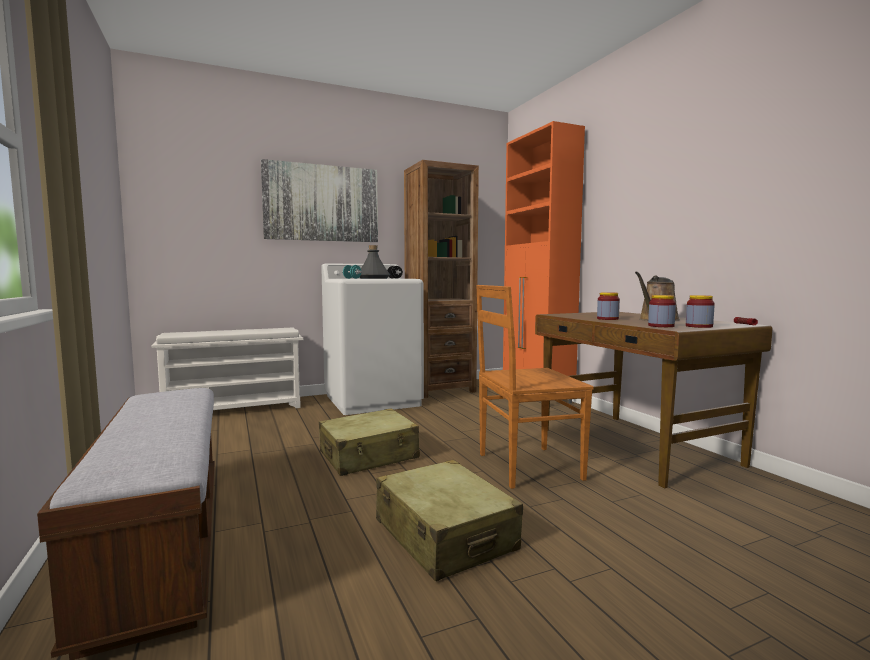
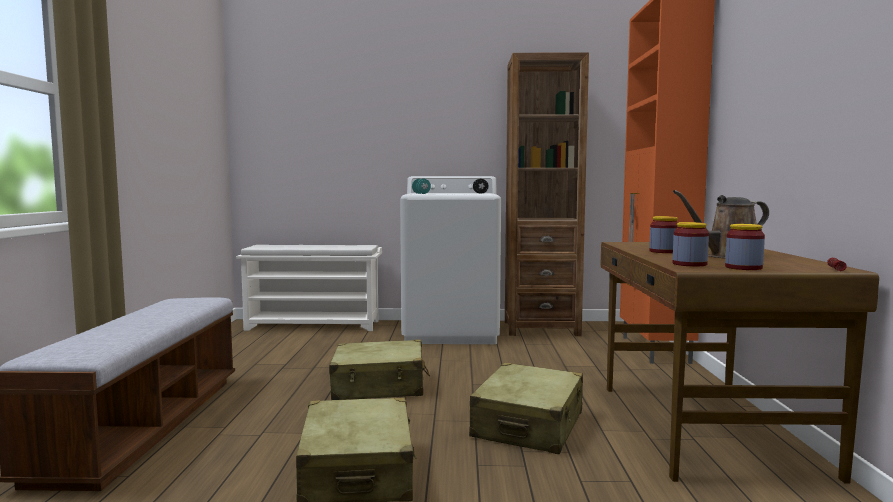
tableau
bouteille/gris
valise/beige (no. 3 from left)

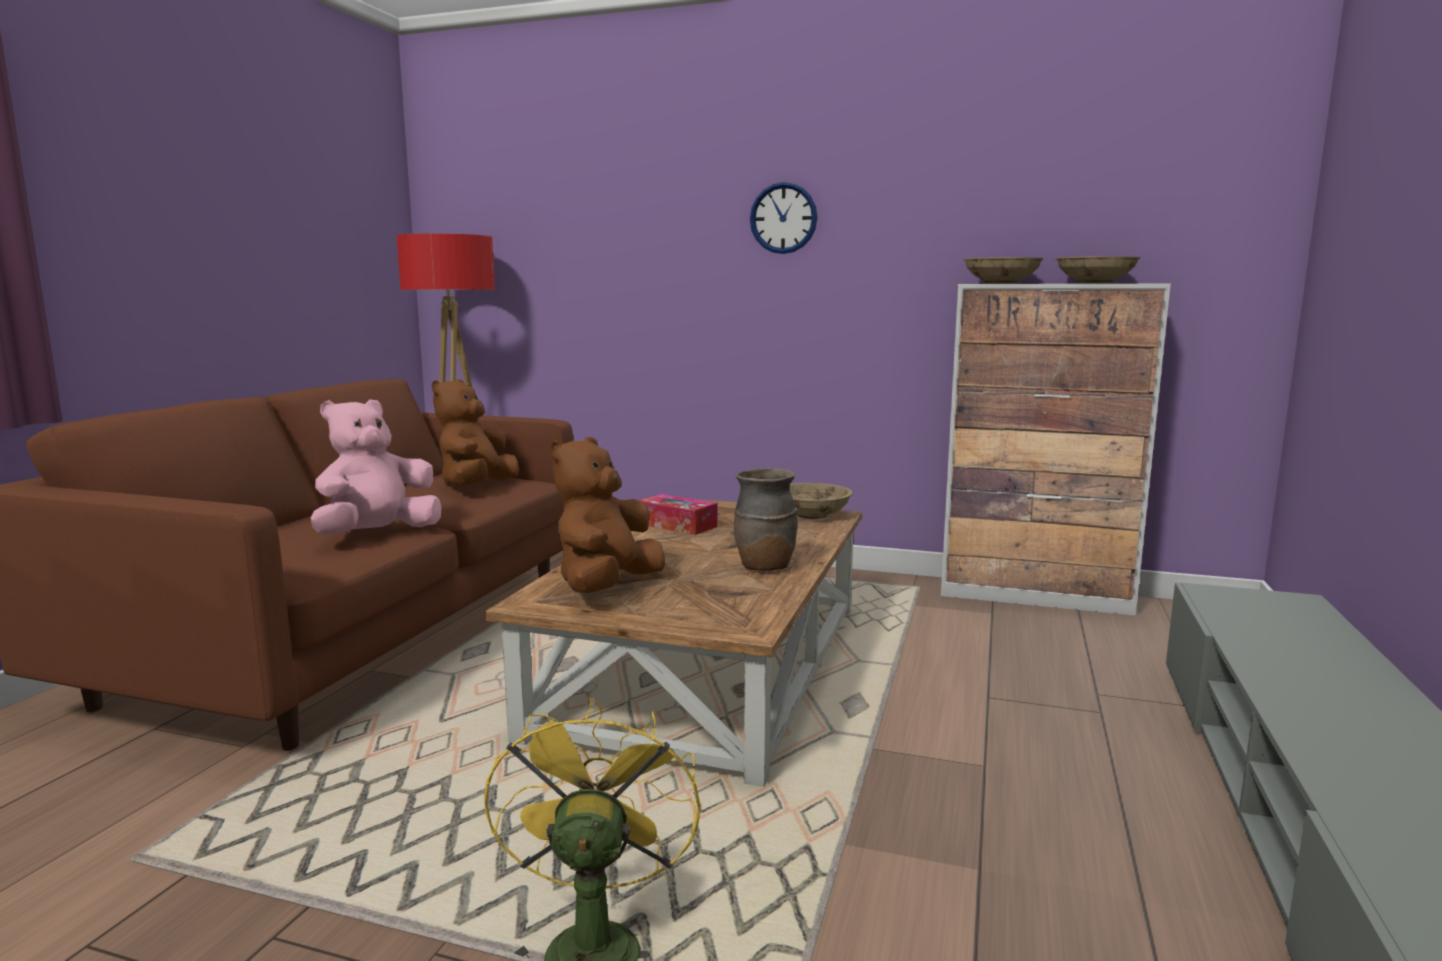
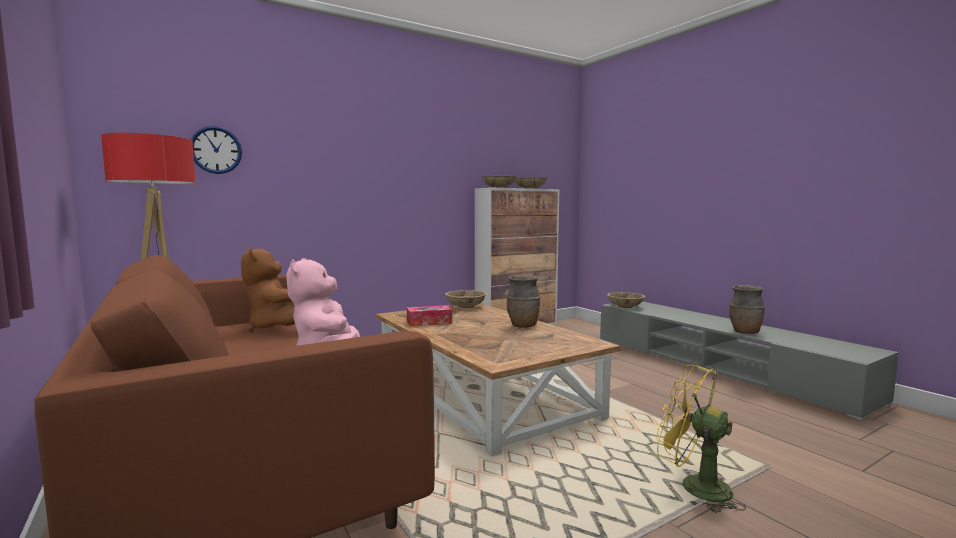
peluche/marron (no. 2 from left in the first image)
bol/beige (no. 4 from left)
vase/marron (no. 2 from left)
horloge murale

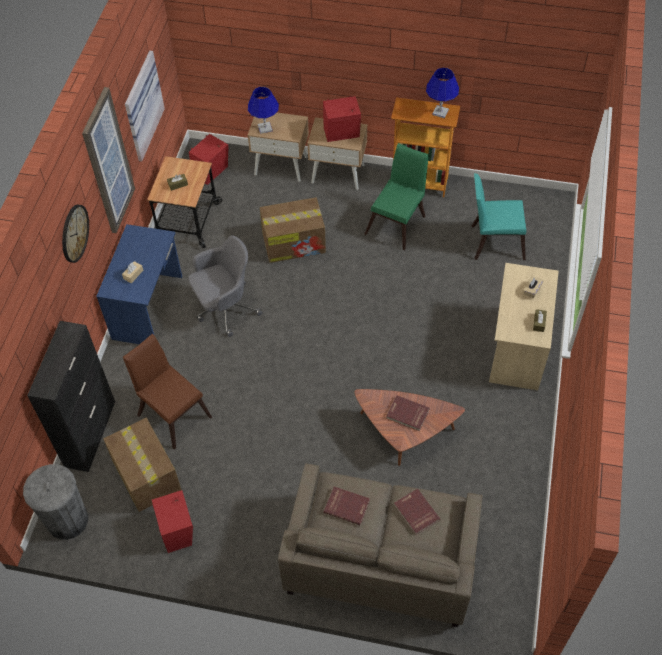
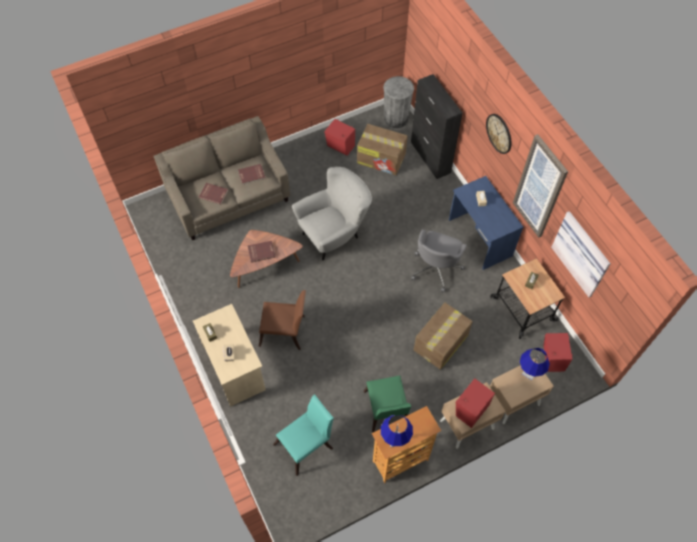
fauteuil/gris
chaise/marron

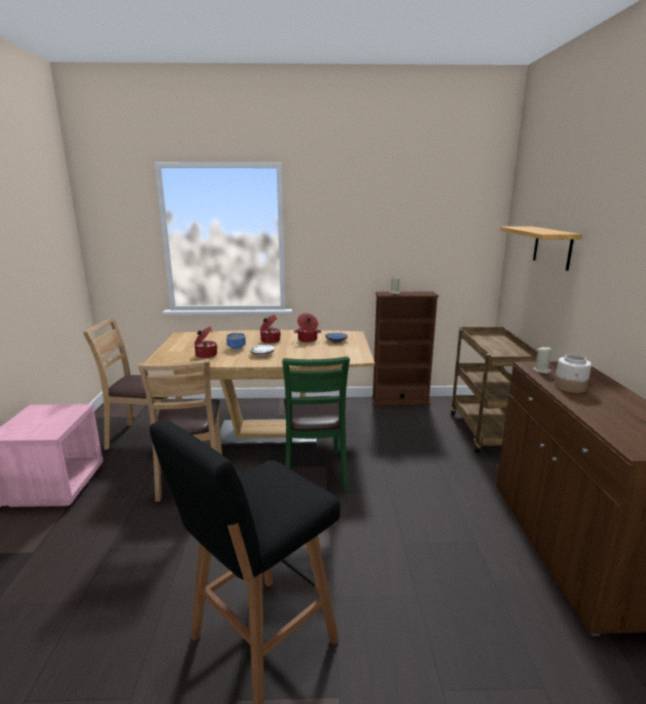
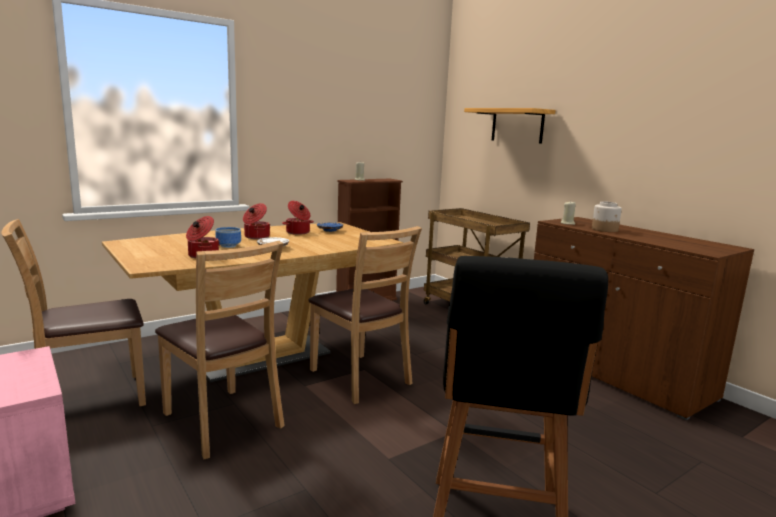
chaise/marron (no. 3 from left)

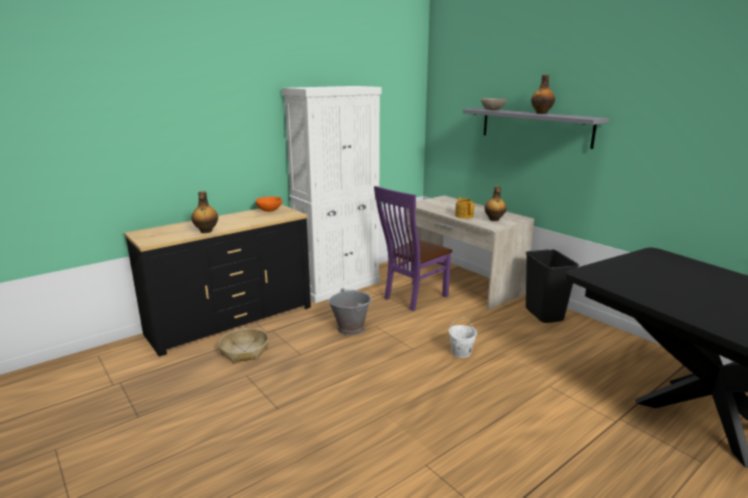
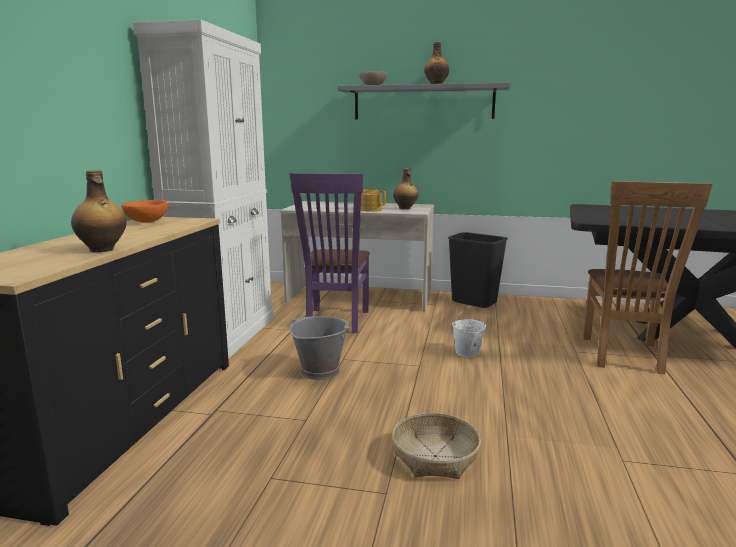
chaise/marron
panier

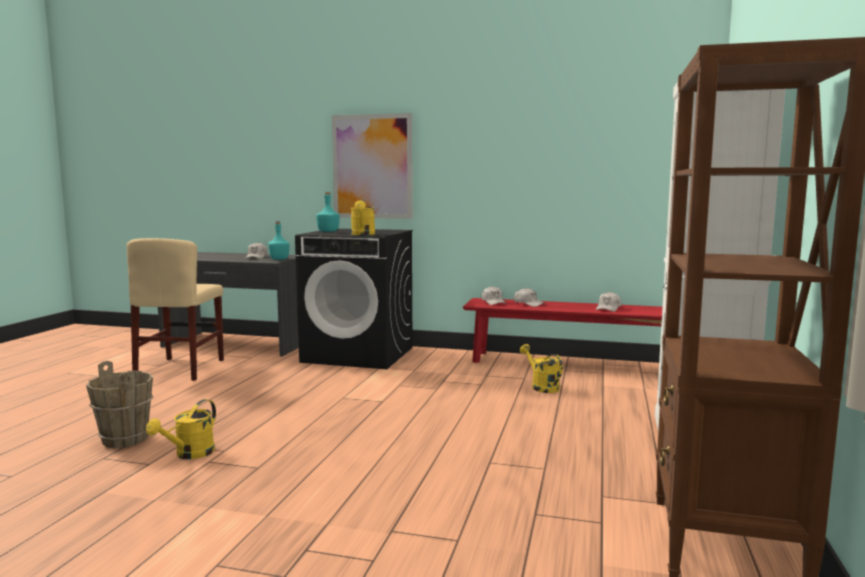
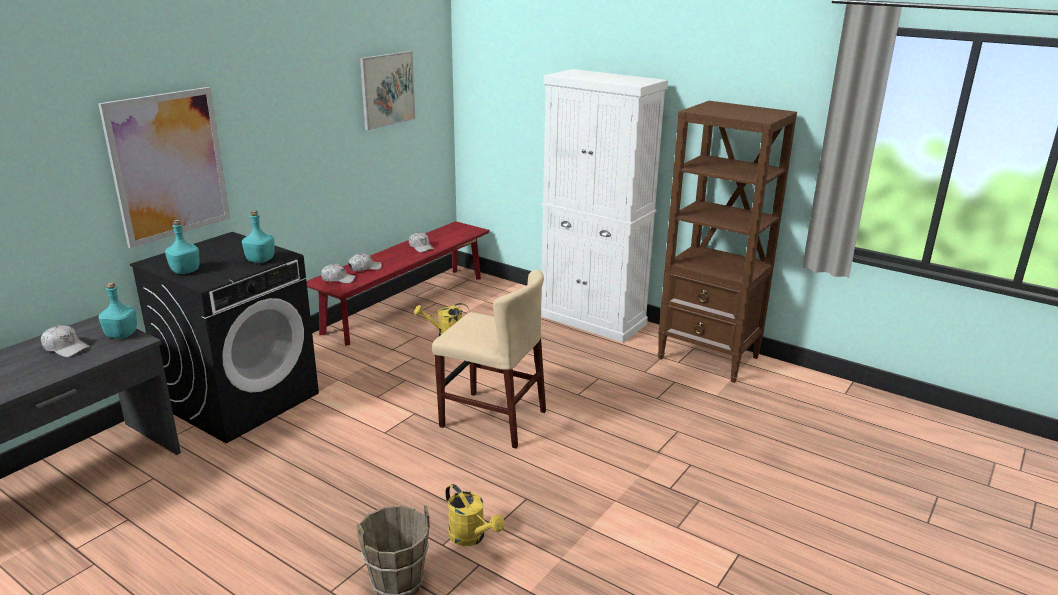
tableau (no. 2 from left)
chaise/beige
bouteille/turquoise (no. 3 from left)

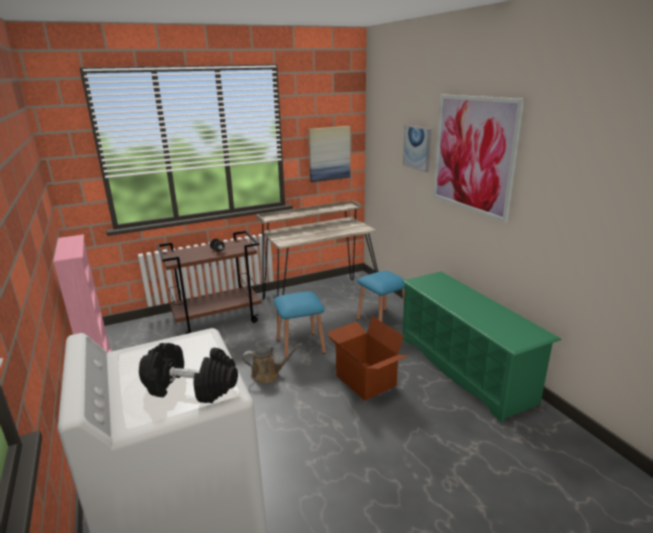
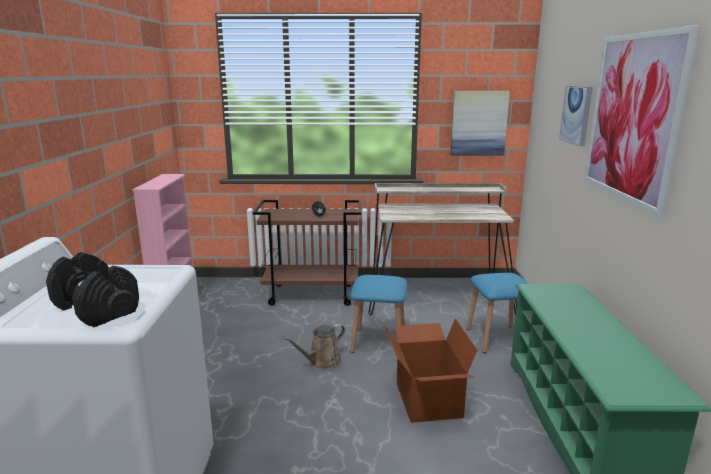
arrosoir/marron

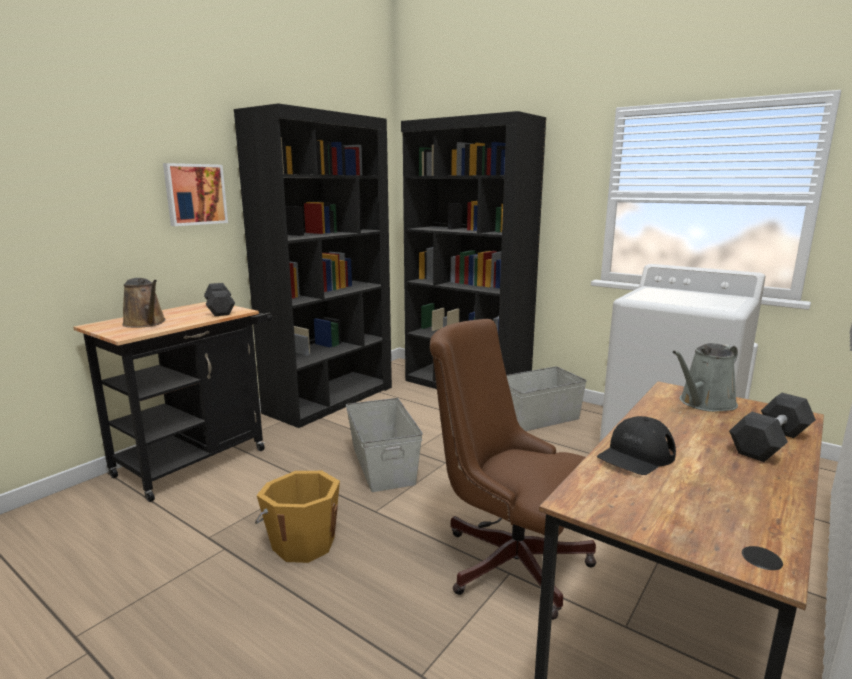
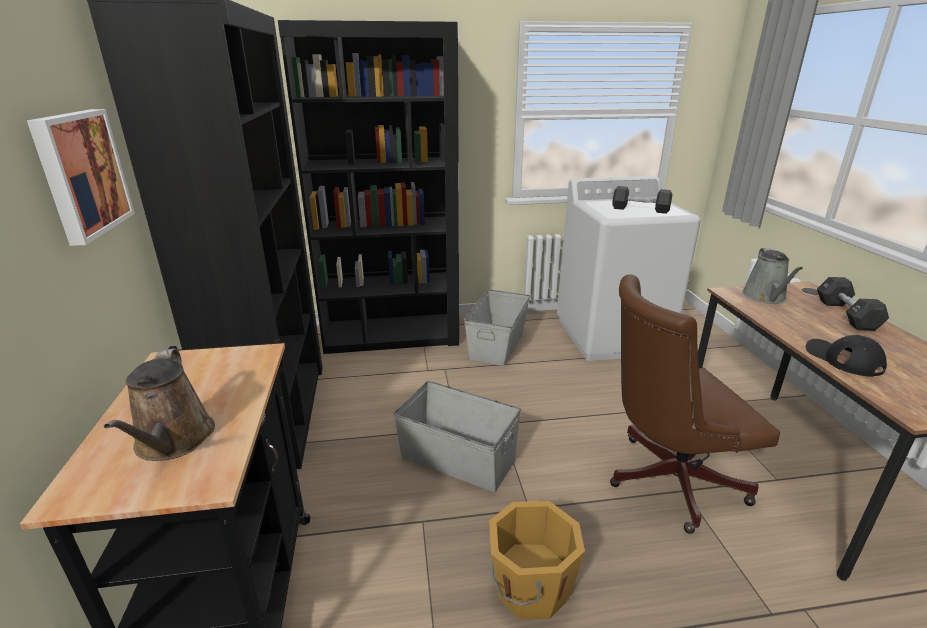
haltère/noir (no. 1 from left)
arrosoir/marron
casquette/noir

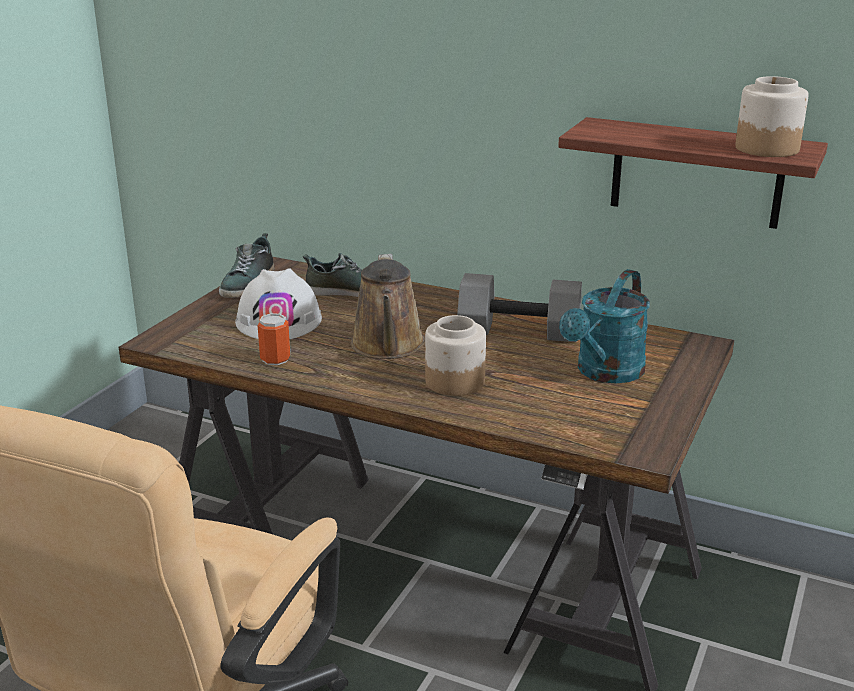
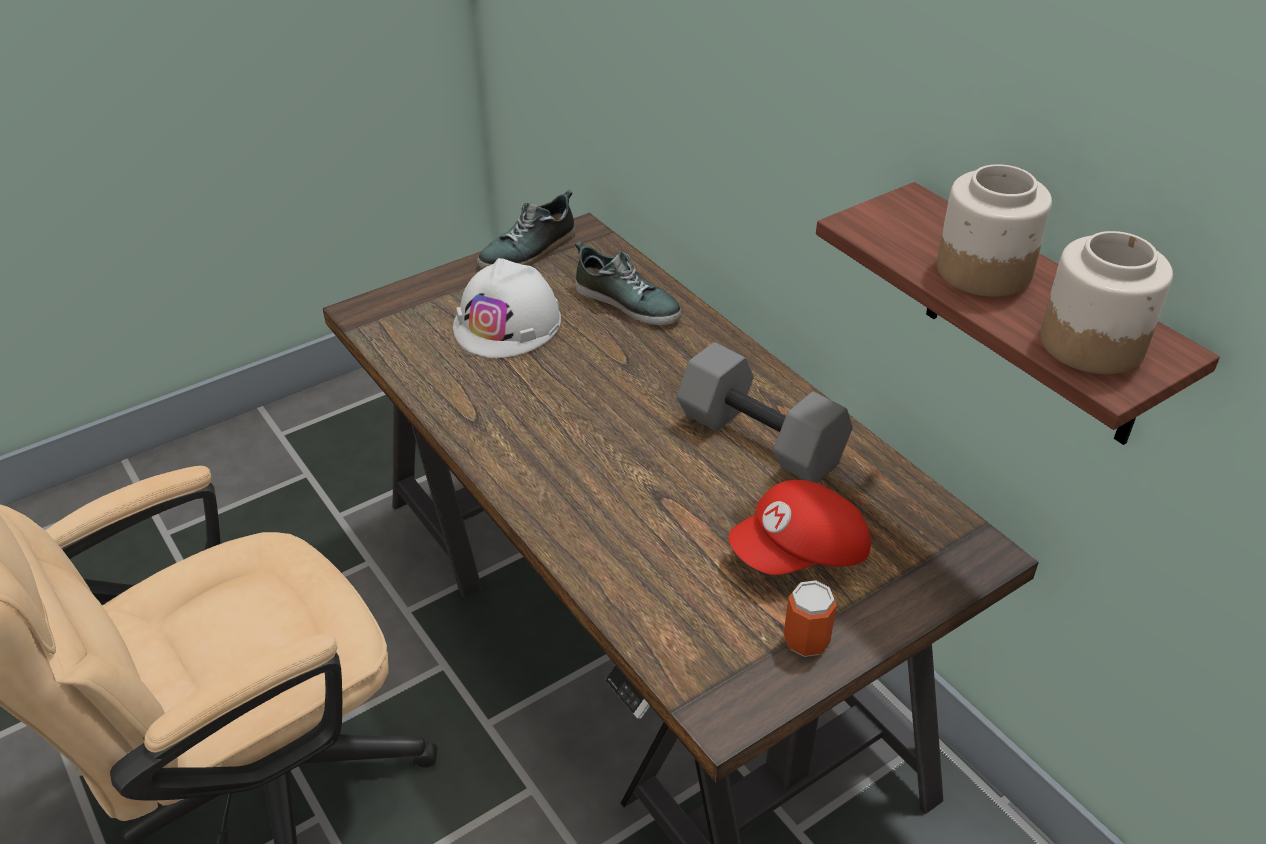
arrosoir/marron
boîte métallique
bocal (no. 1 from left)
casquette/rouge

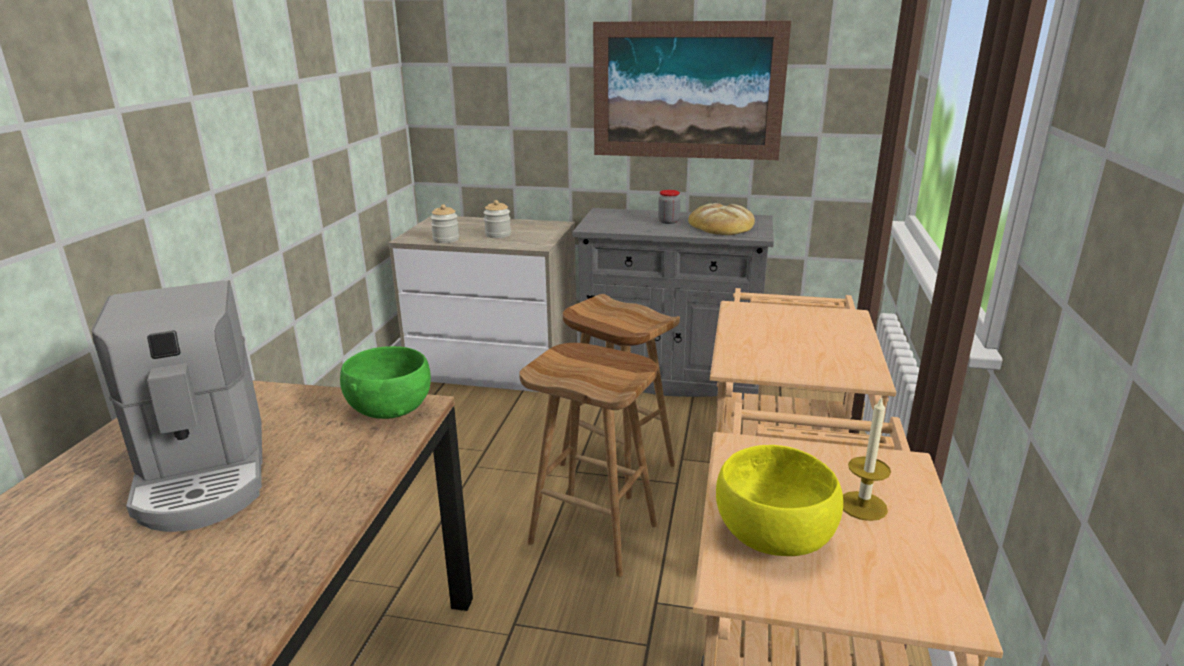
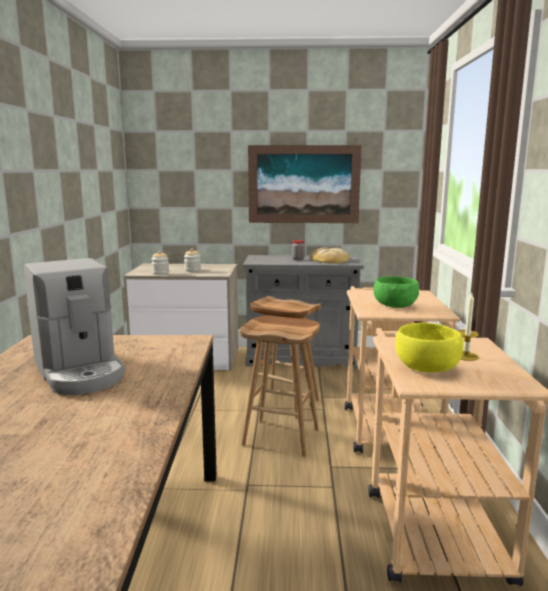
bol/vert

